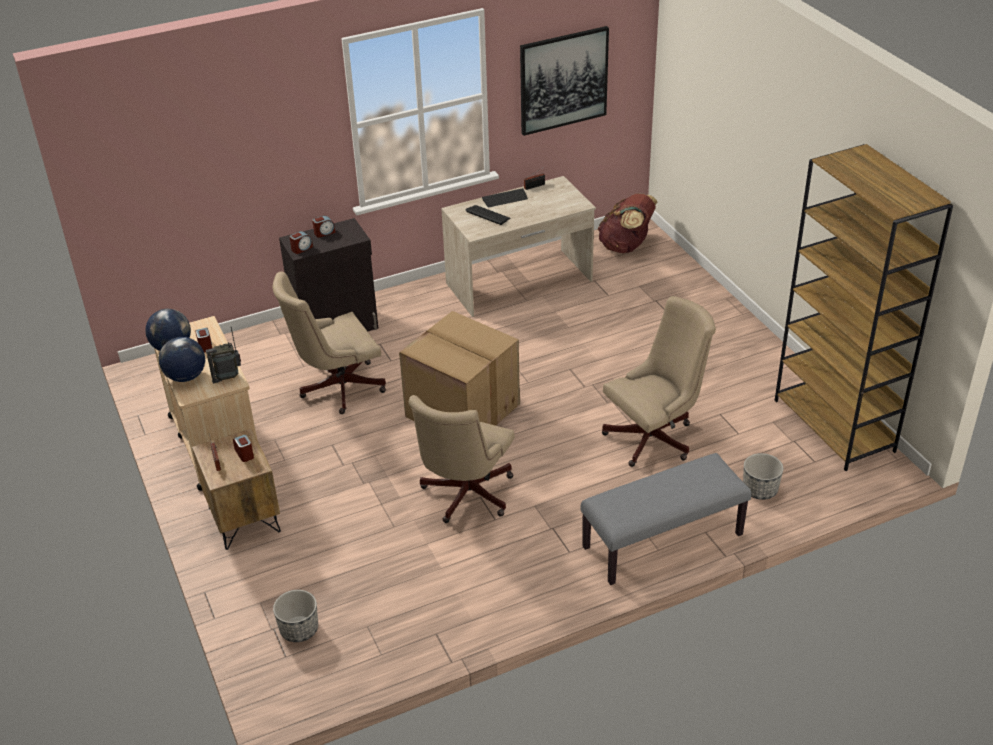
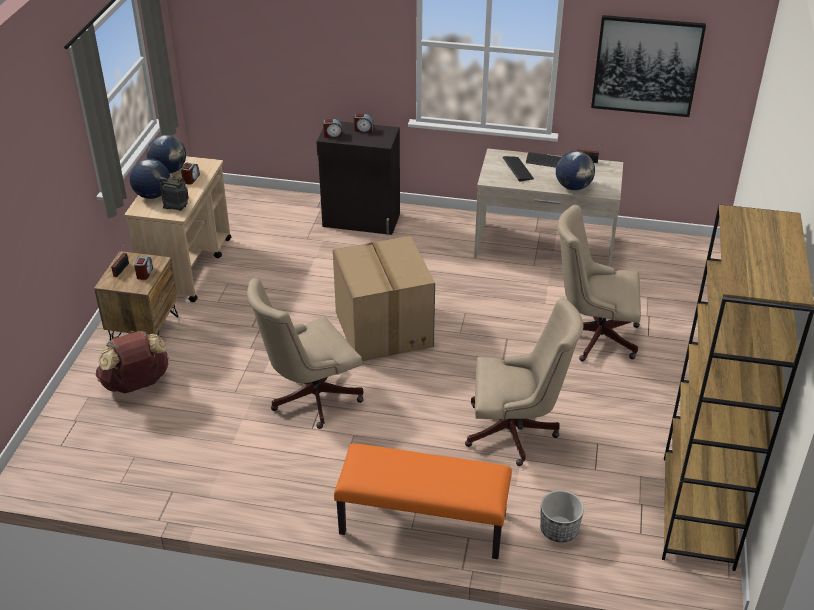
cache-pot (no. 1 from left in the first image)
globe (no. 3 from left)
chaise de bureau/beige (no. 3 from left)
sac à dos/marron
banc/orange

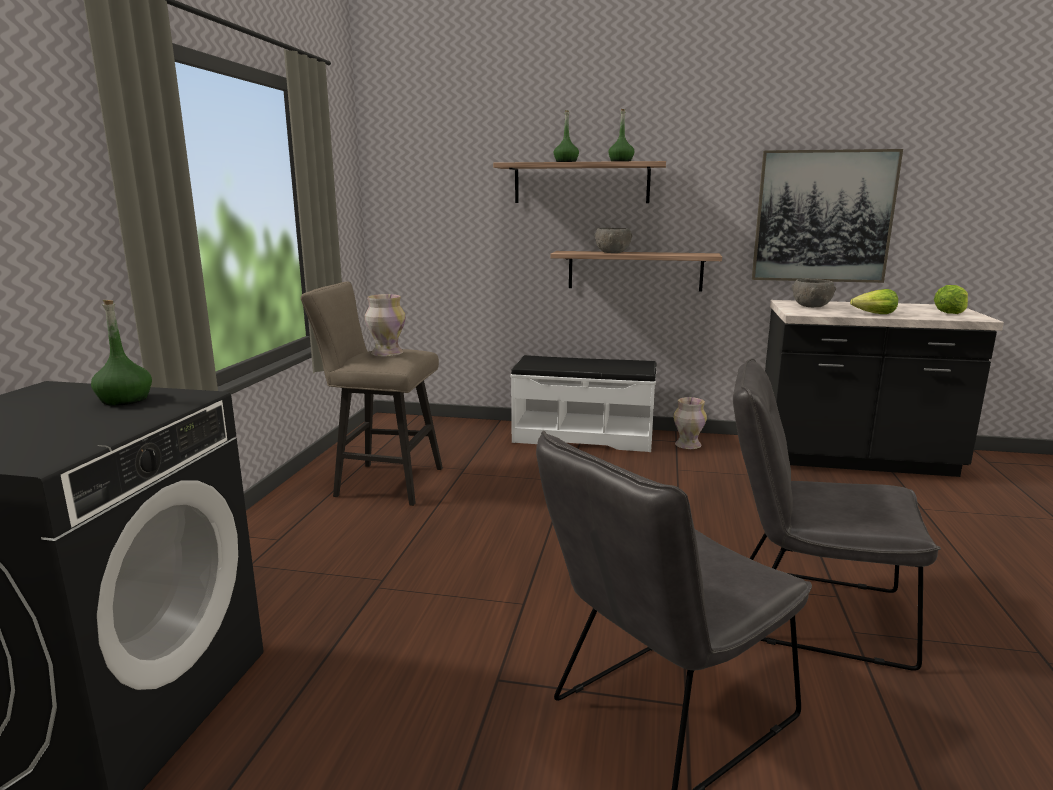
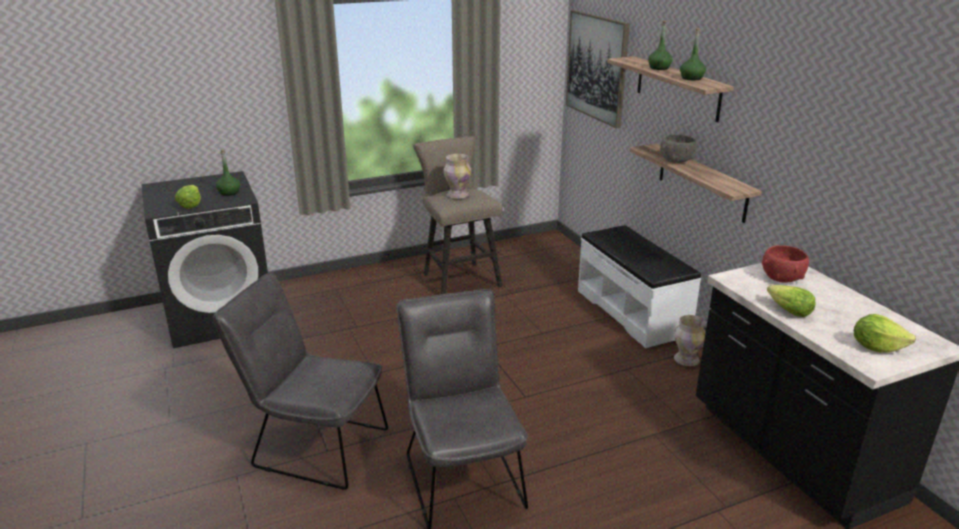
laitue (no. 1 from left)
tableau
bol/rouge

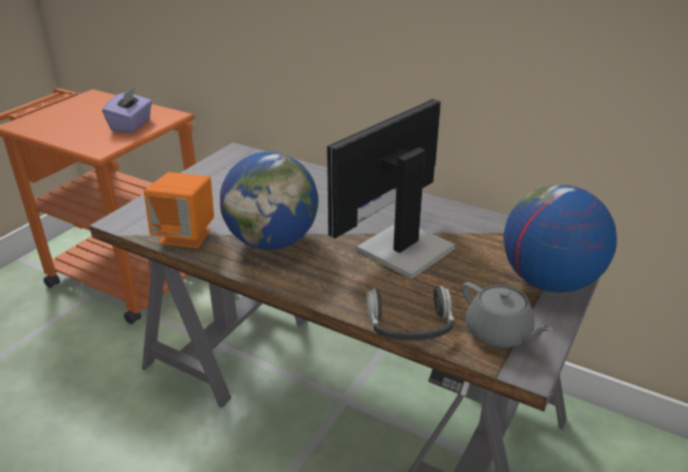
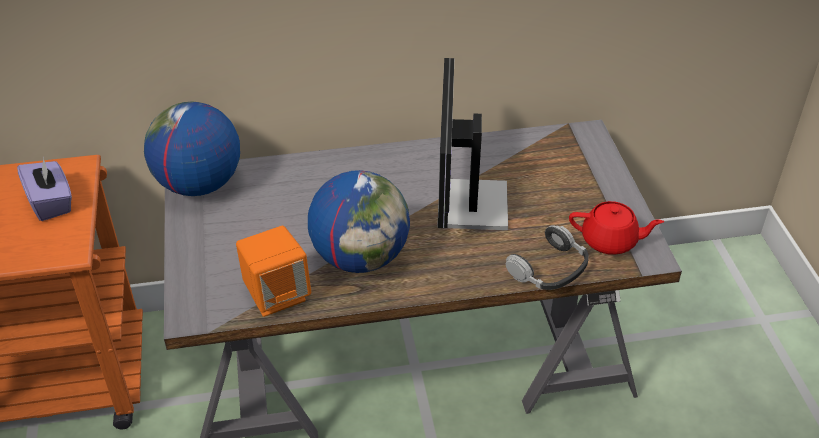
globe (no. 1 from left)
théière/rouge

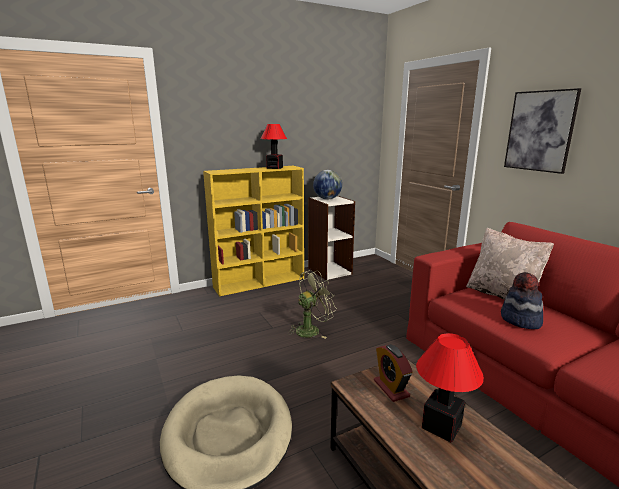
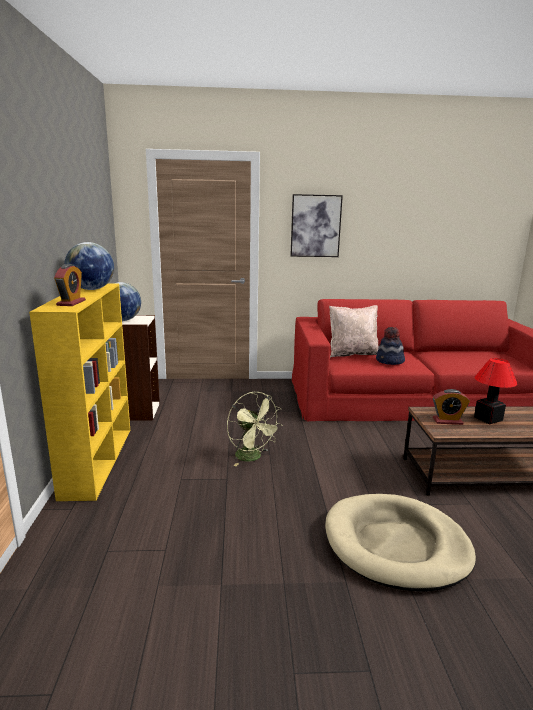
réveil (no. 1 from left)
globe (no. 1 from left)
ventilateur/vert

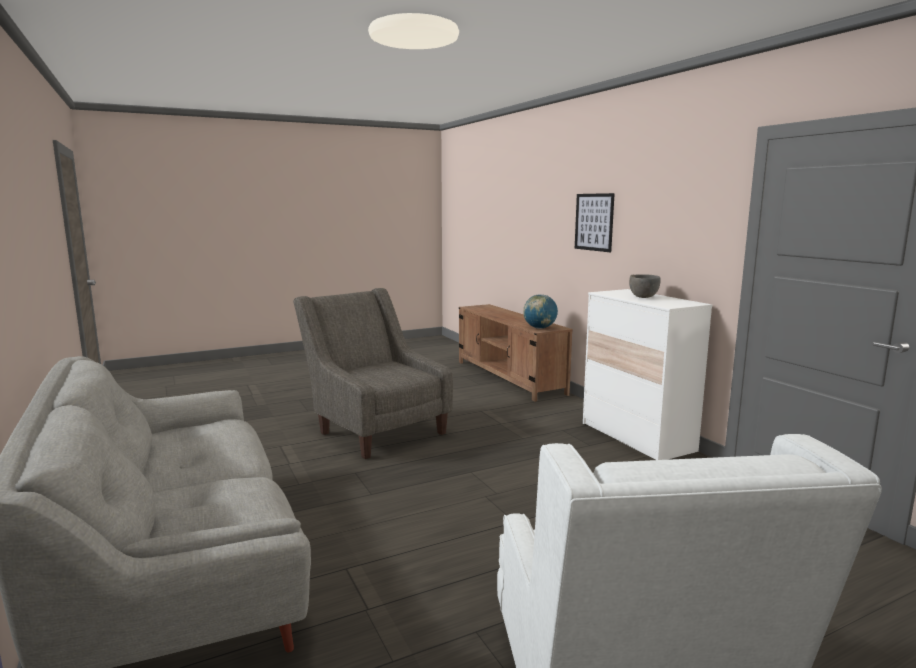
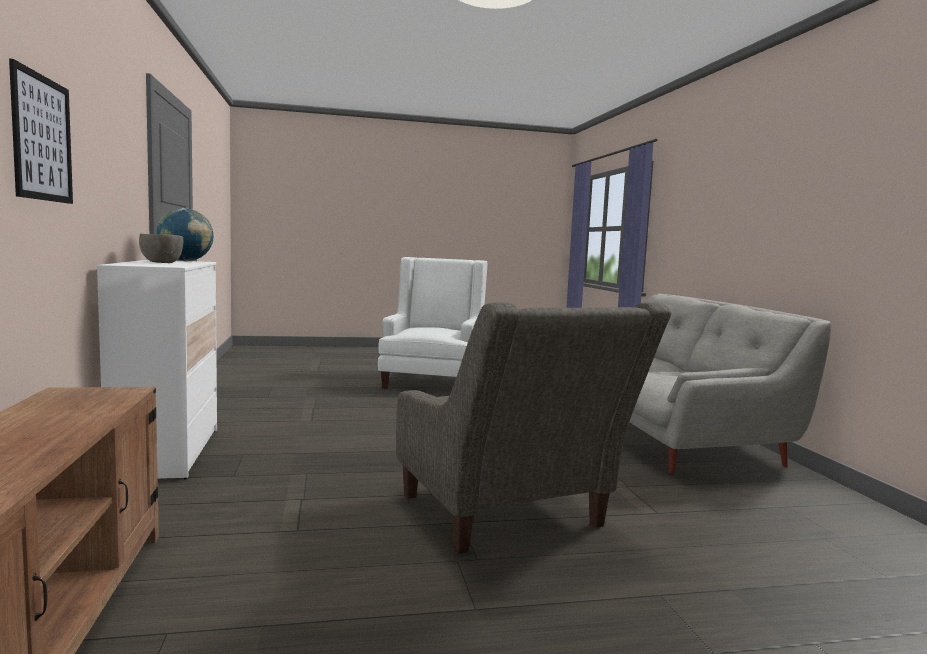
globe

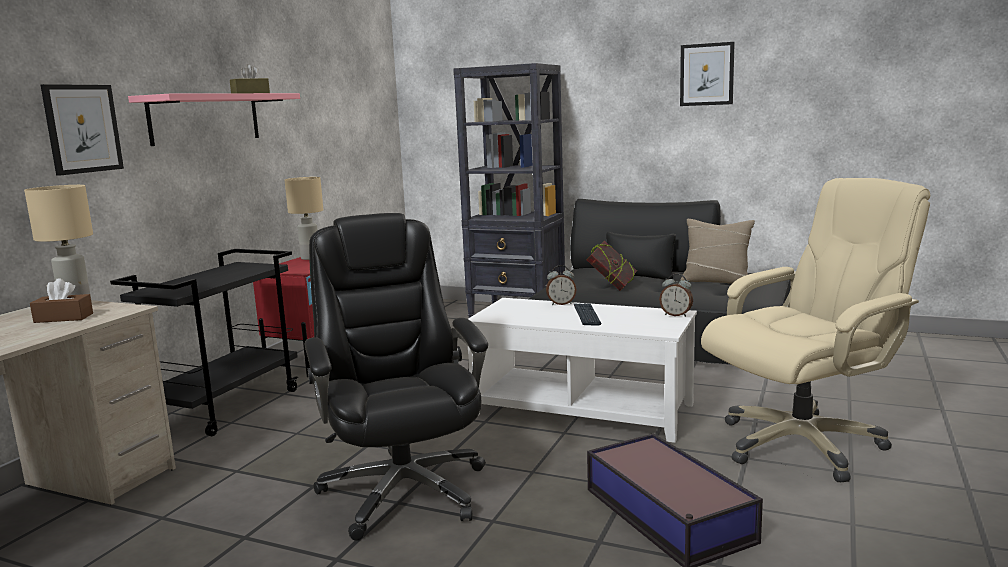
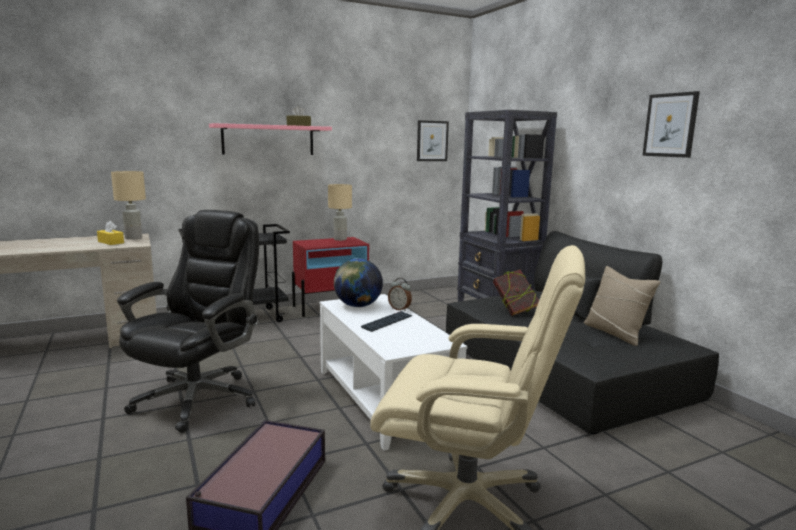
réveil (no. 2 from left in the first image)
globe
tableau (no. 1 from left)
boîte à mouchoirs/jaune

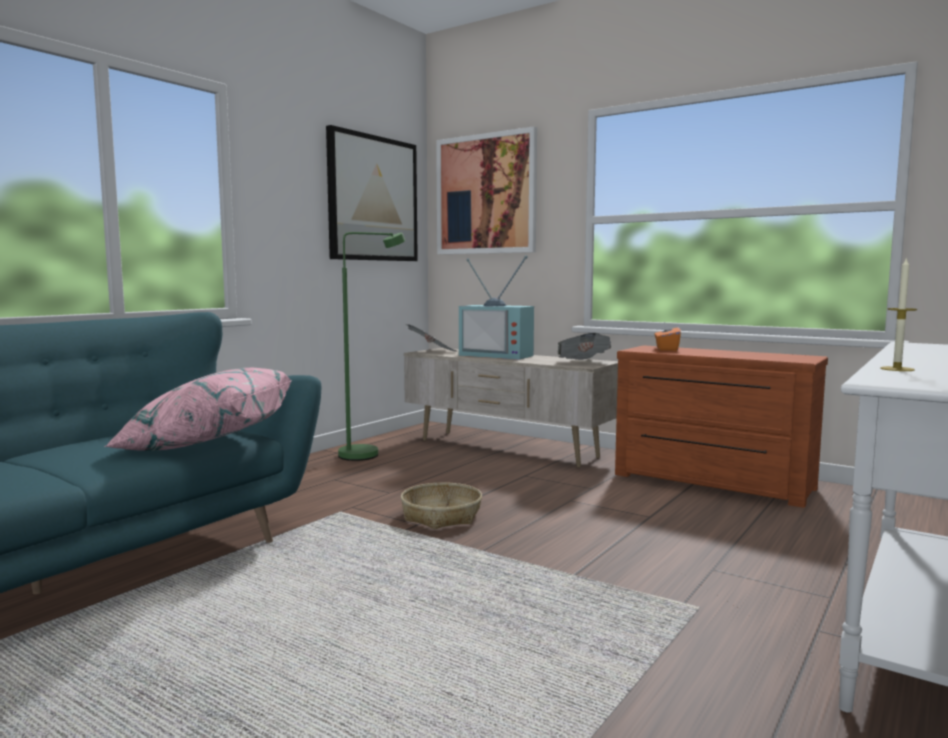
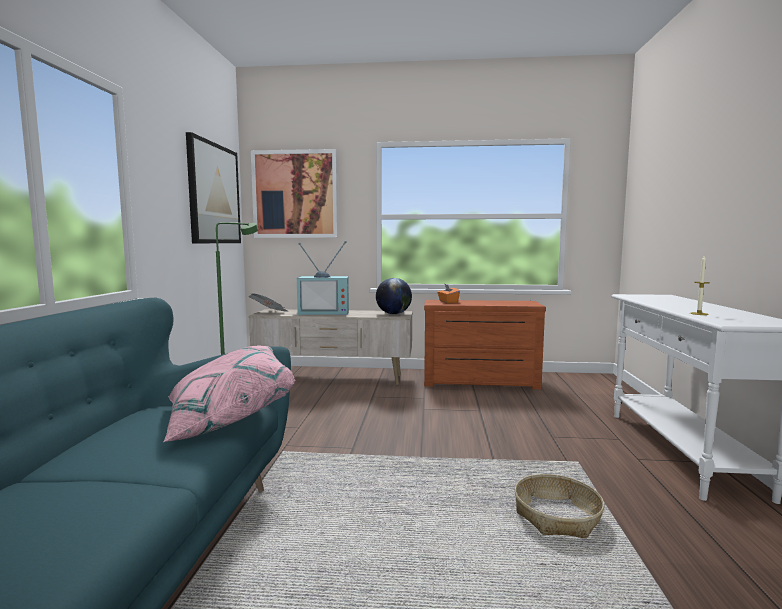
panier
globe

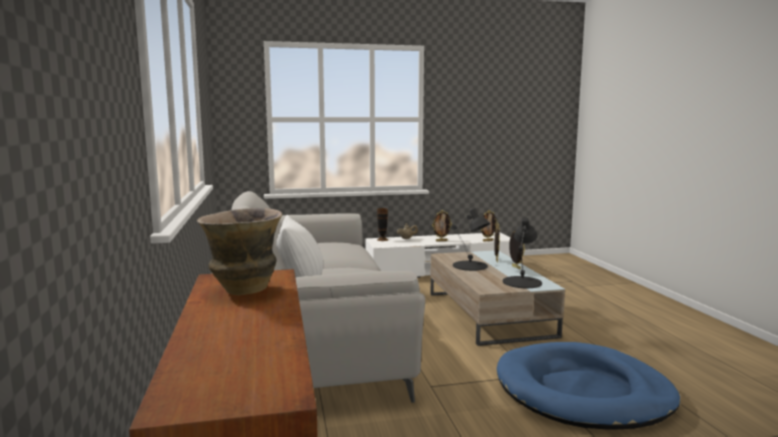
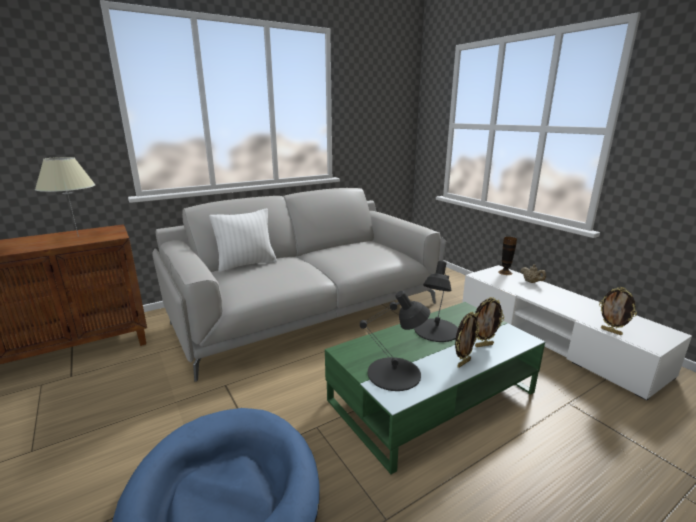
cadre photo (no. 1 from left in the first image)
lampe de table/beige
table basse/vert

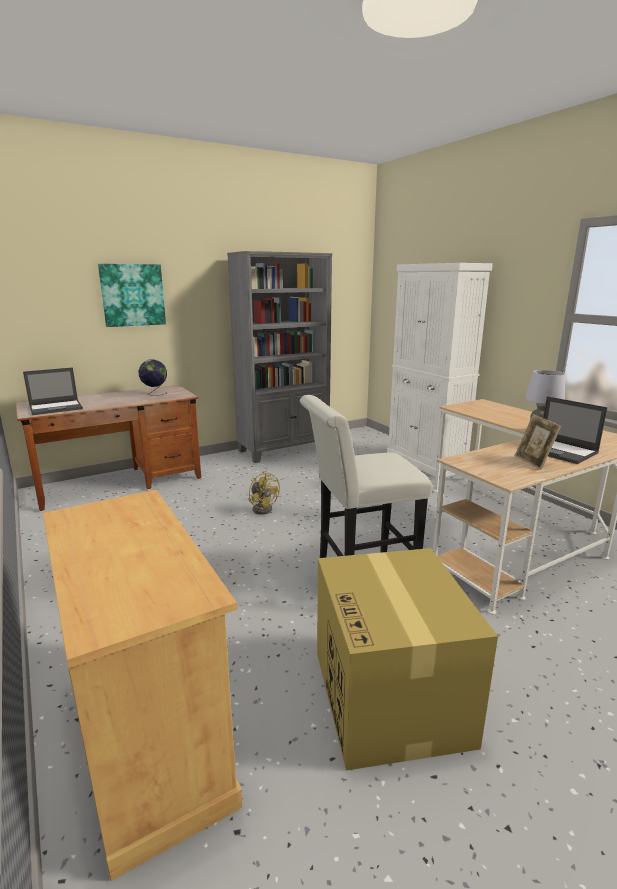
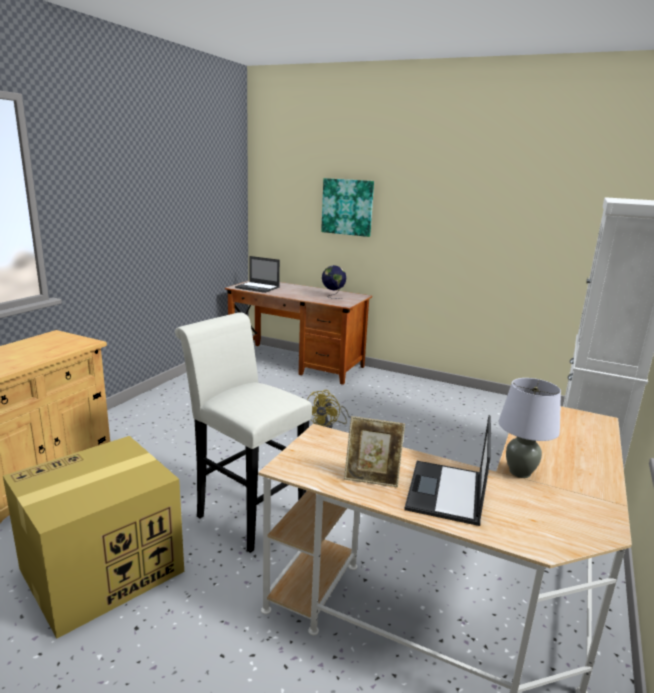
bibliothèque/gris
cadre photo

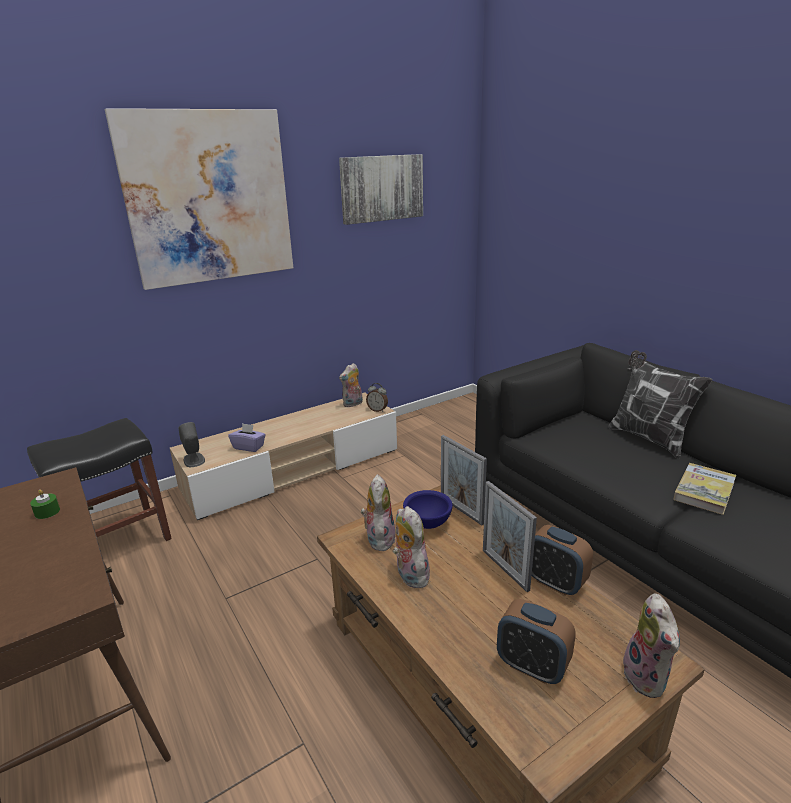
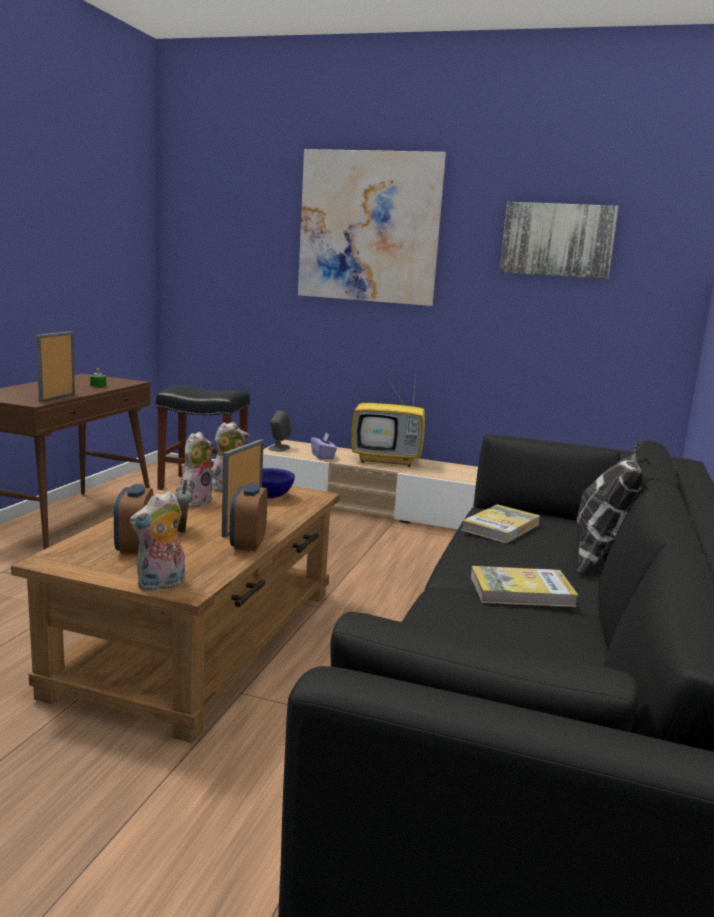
peluche (no. 1 from left in the first image)
téléviseur
livre (no. 1 from left)
réveil (no. 2 from left)
cadre photo (no. 1 from left)

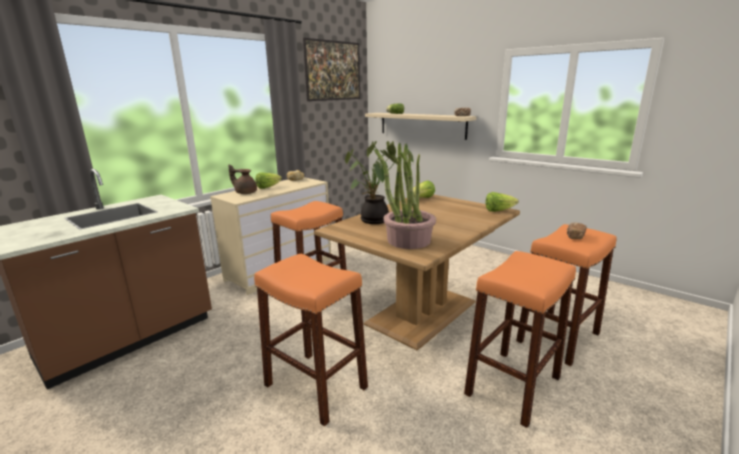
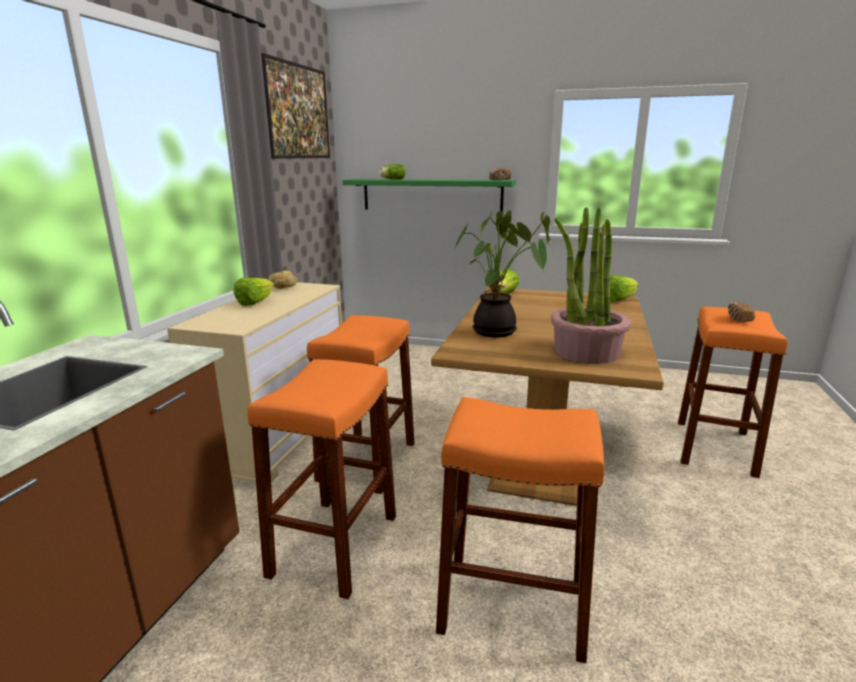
théière/marron
tabouret/orange (no. 1 from left)
étagère/vert

